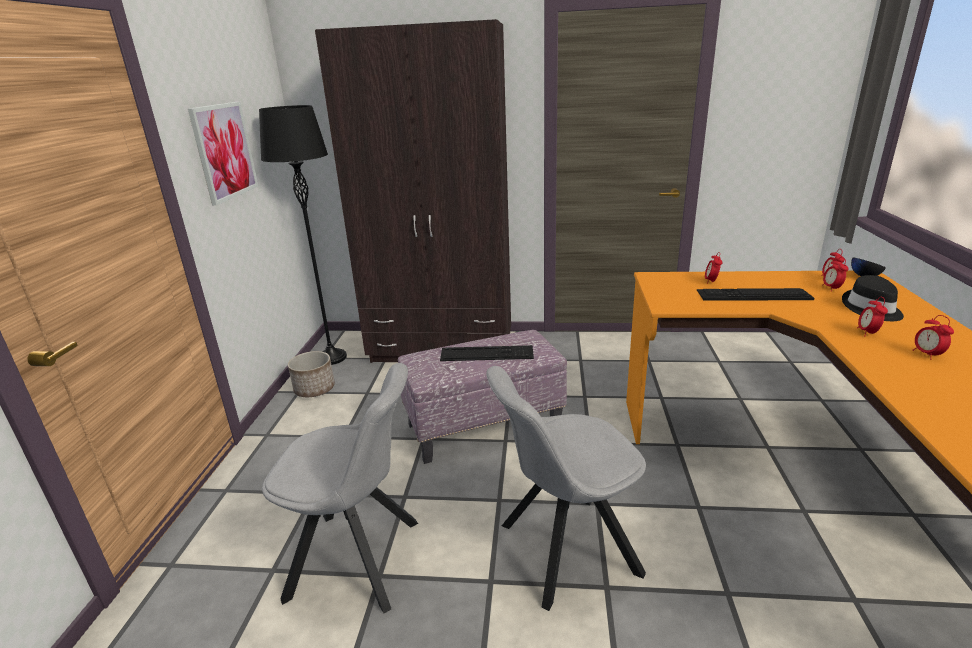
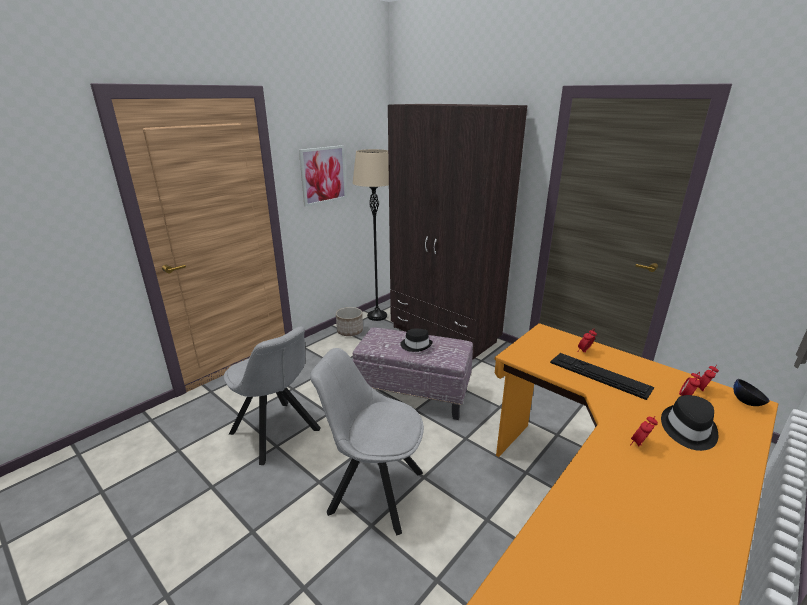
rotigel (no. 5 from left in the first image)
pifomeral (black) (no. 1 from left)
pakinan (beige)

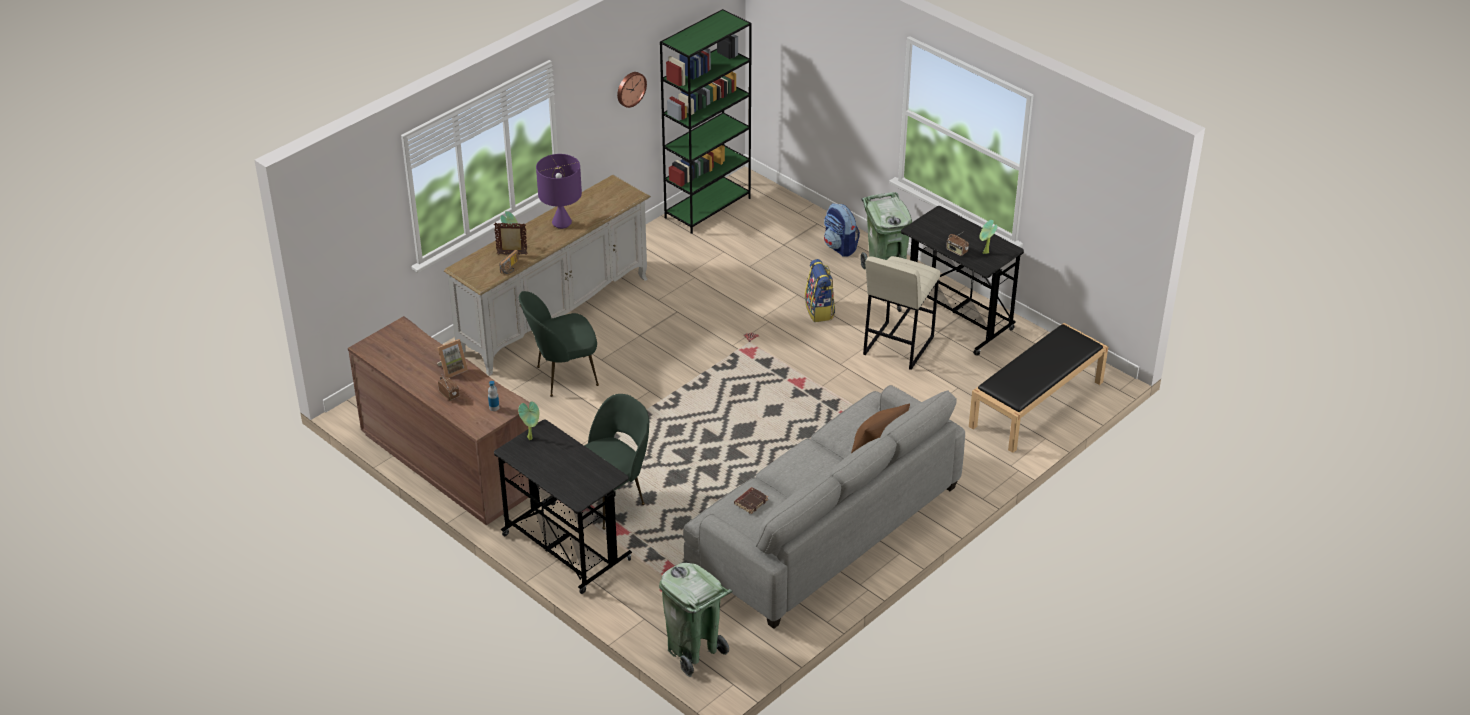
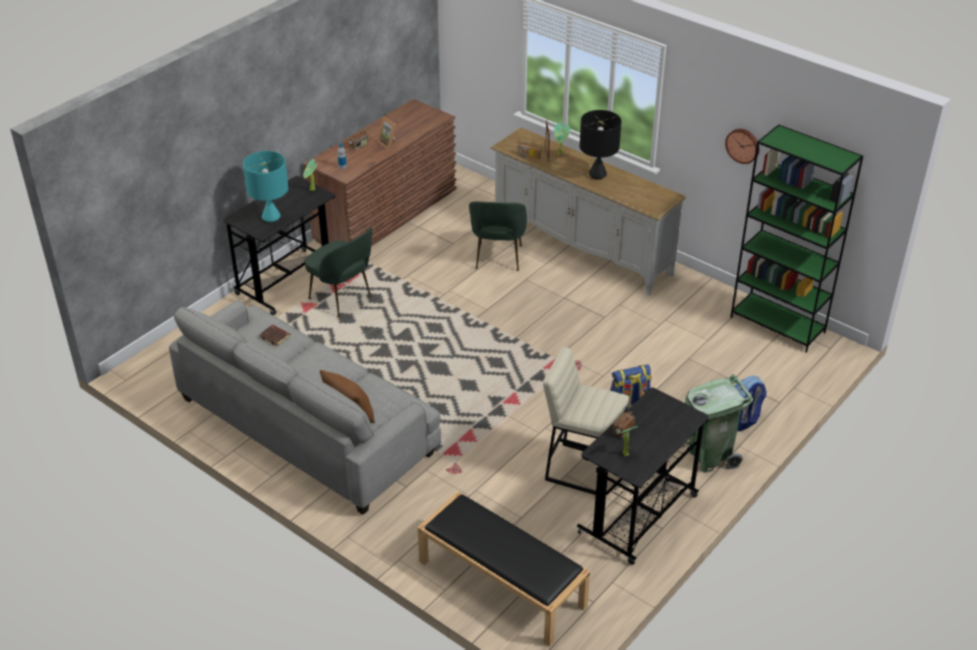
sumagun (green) (no. 1 from left in the first image)
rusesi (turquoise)
rusesi (black)
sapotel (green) (no. 2 from left)

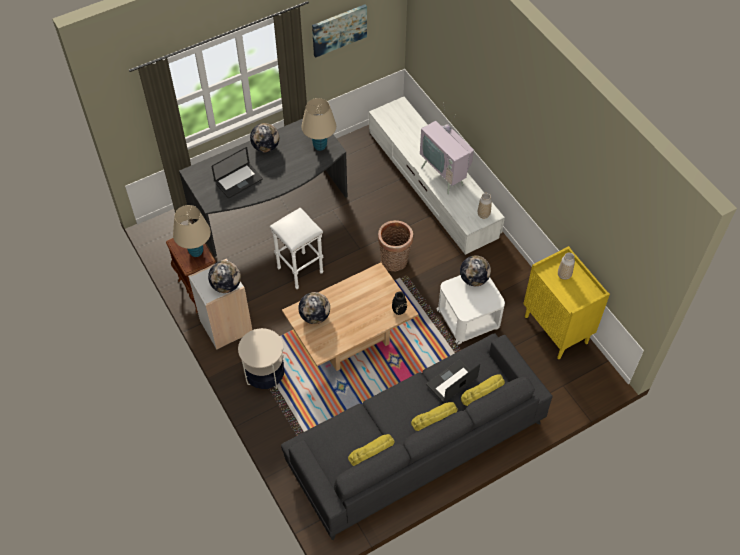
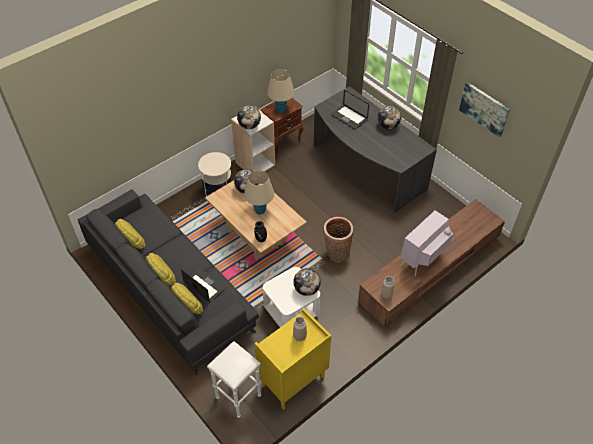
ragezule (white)
rusesi (beige) (no. 1 from left)
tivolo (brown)

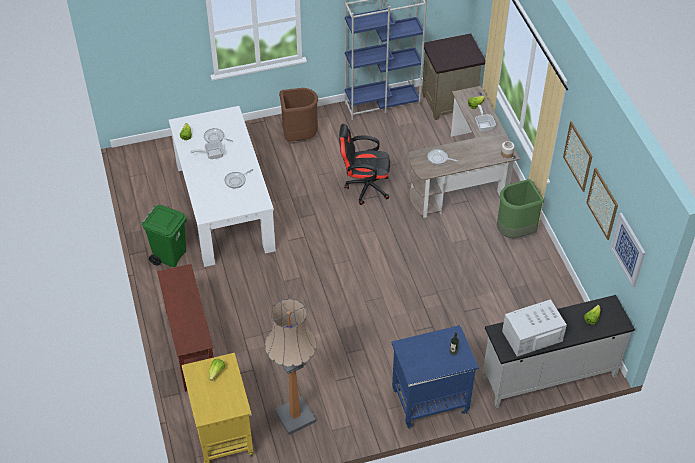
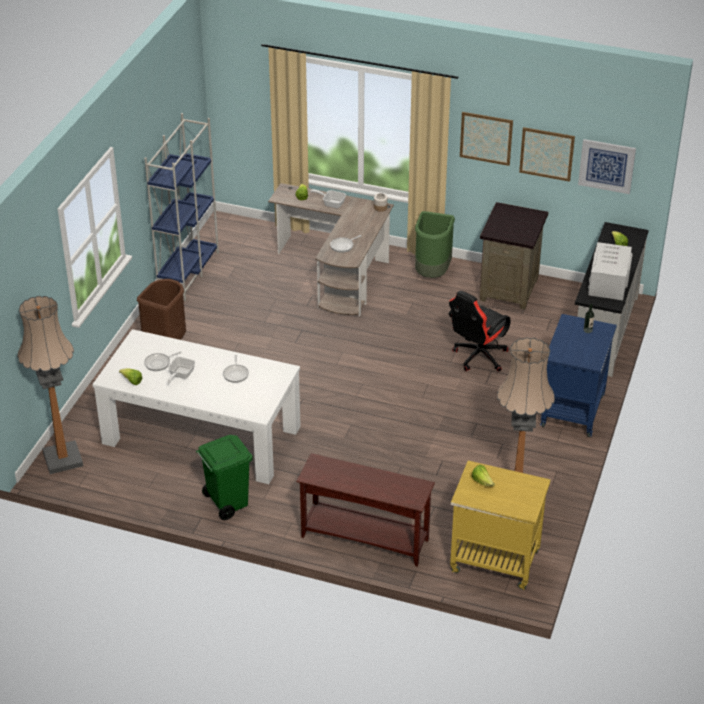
pakinan (no. 1 from left)
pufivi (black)
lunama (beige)

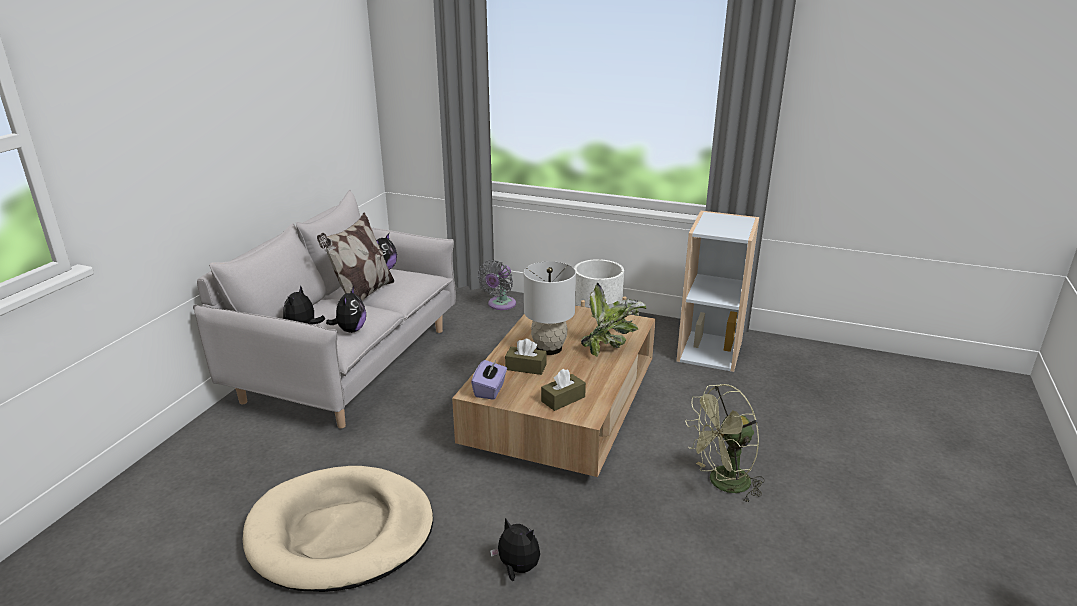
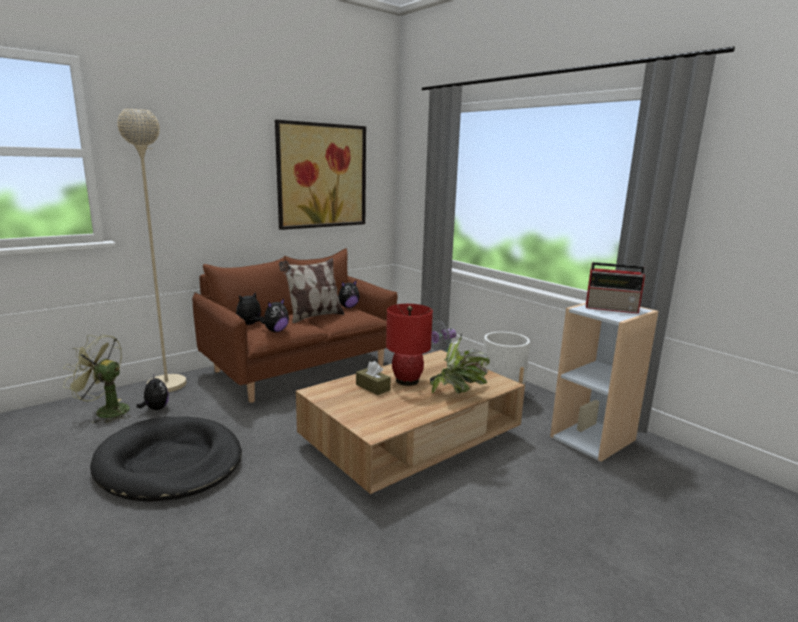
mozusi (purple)
mozusi (brown) (no. 2 from left in the first image)
pakinan (beige)
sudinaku
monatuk
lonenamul (no. 1 from left)
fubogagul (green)
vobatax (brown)
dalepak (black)
rusesi (red)

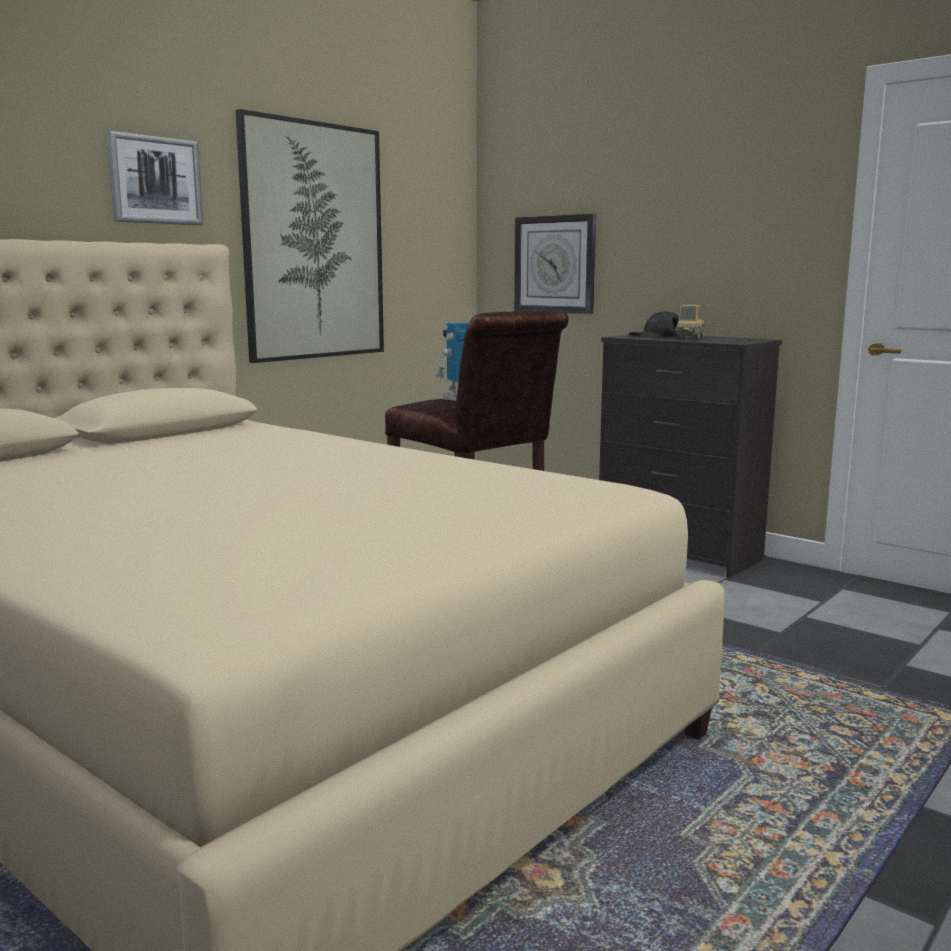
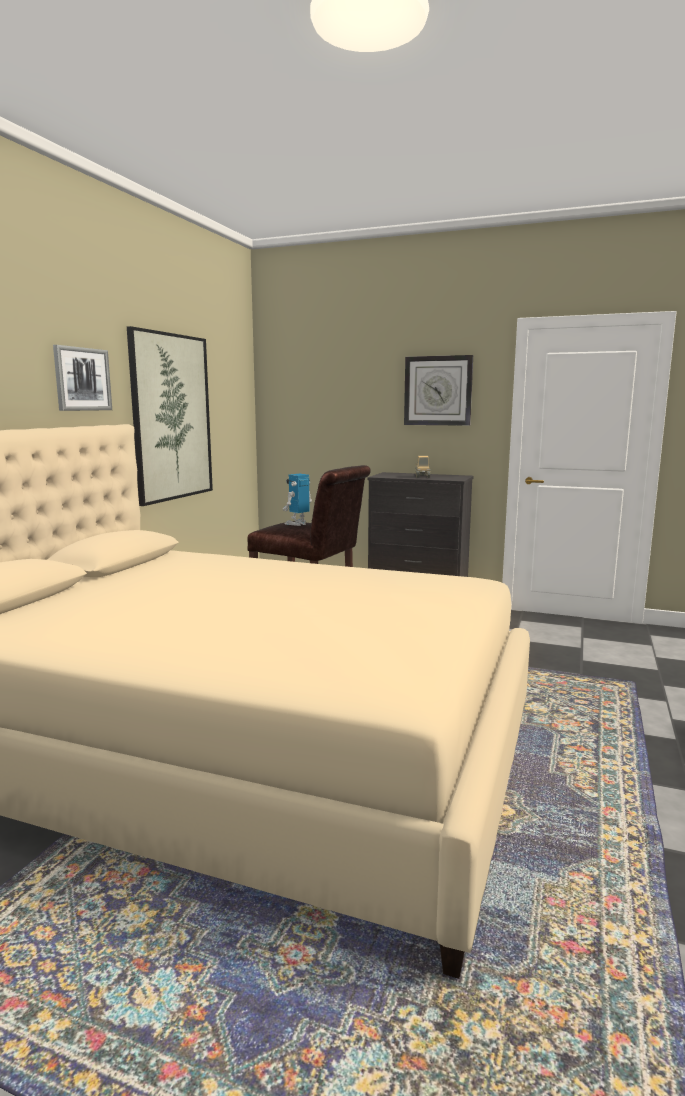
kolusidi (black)
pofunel

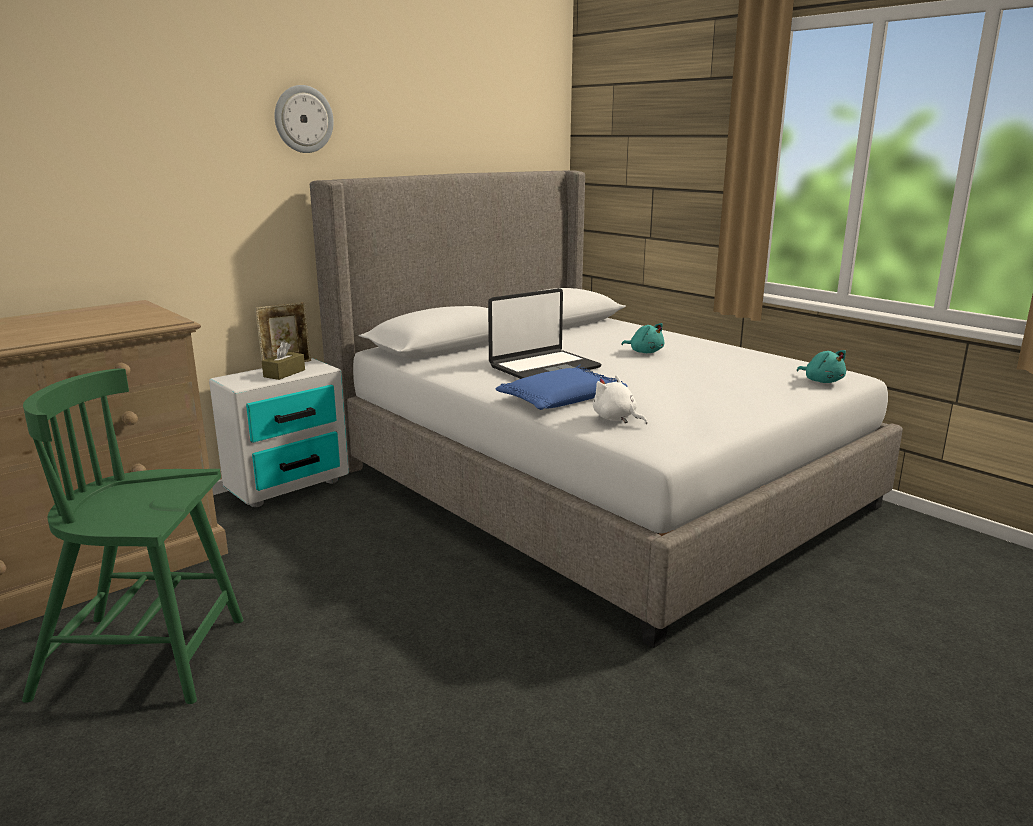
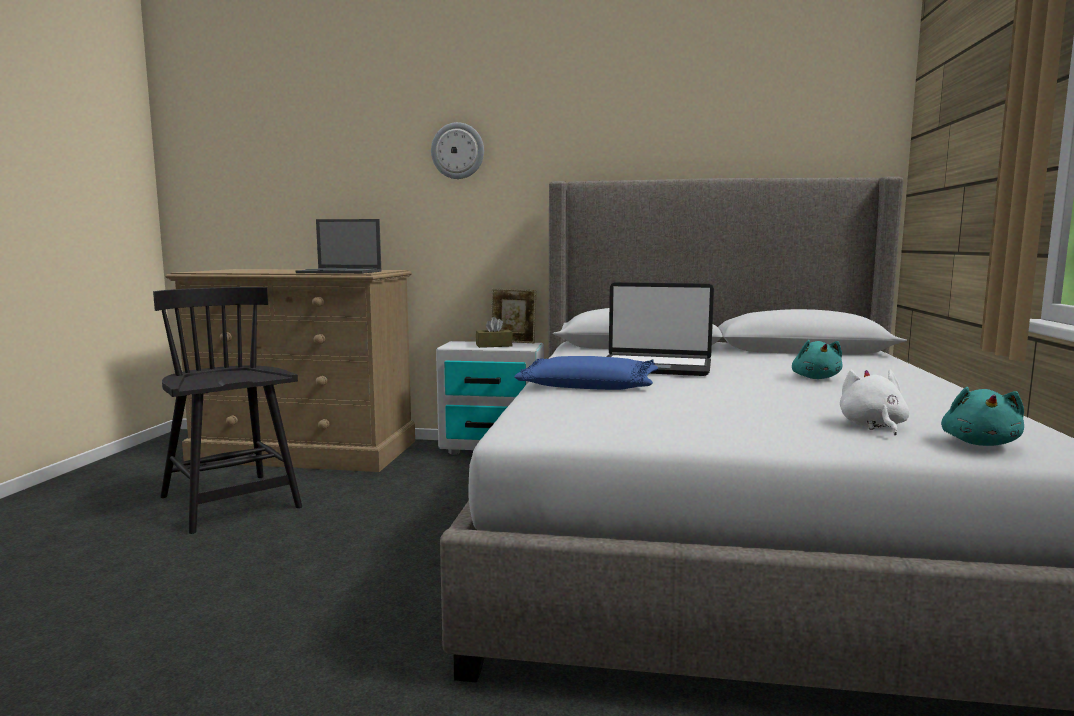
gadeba (no. 1 from left)
pofunel
lonenamul (white)
sapotel (black)

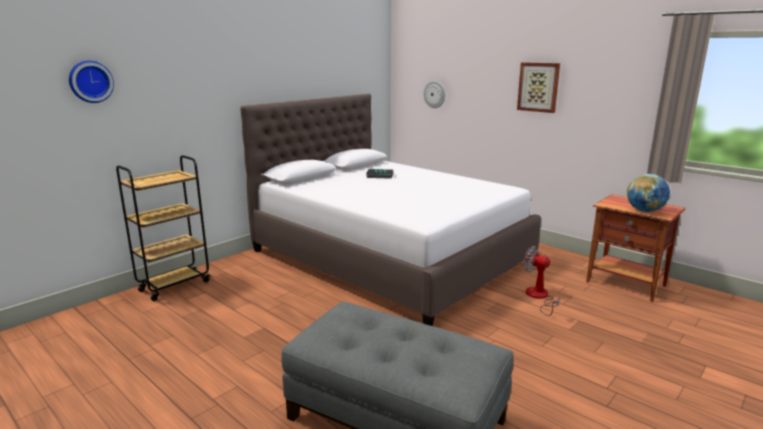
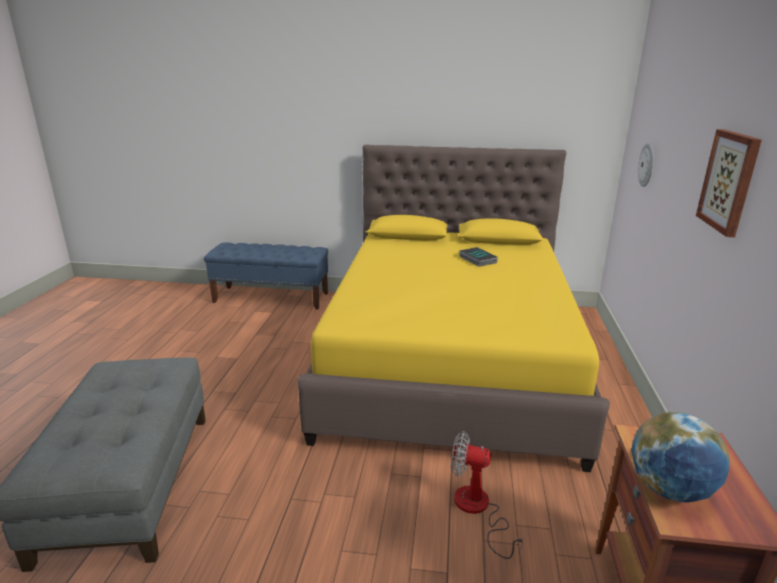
pofunel (no. 1 from left in the first image)
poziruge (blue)
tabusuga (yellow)
fubogagul

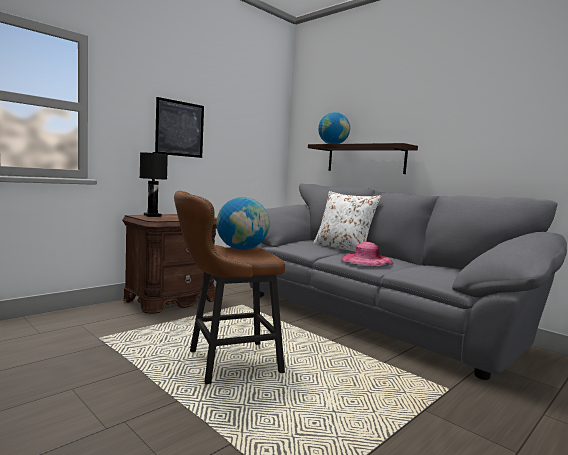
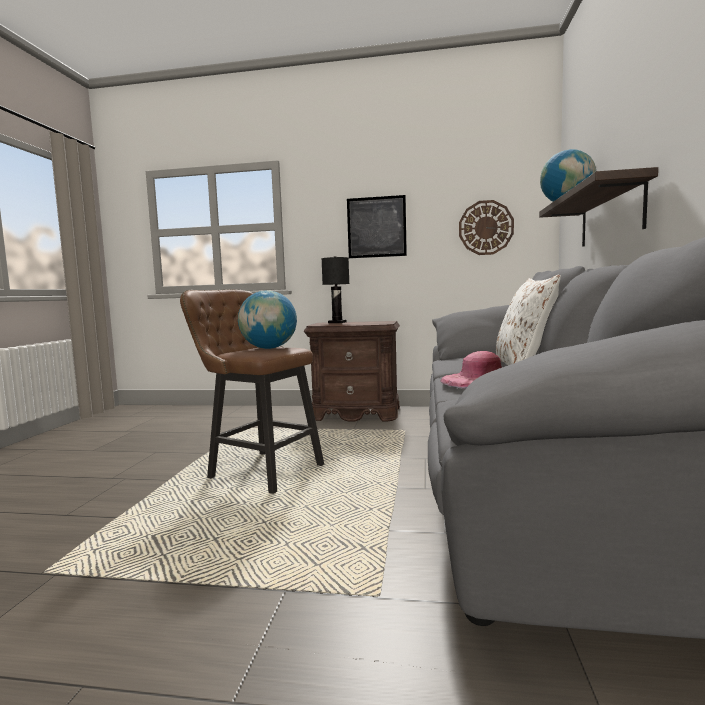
pofunel

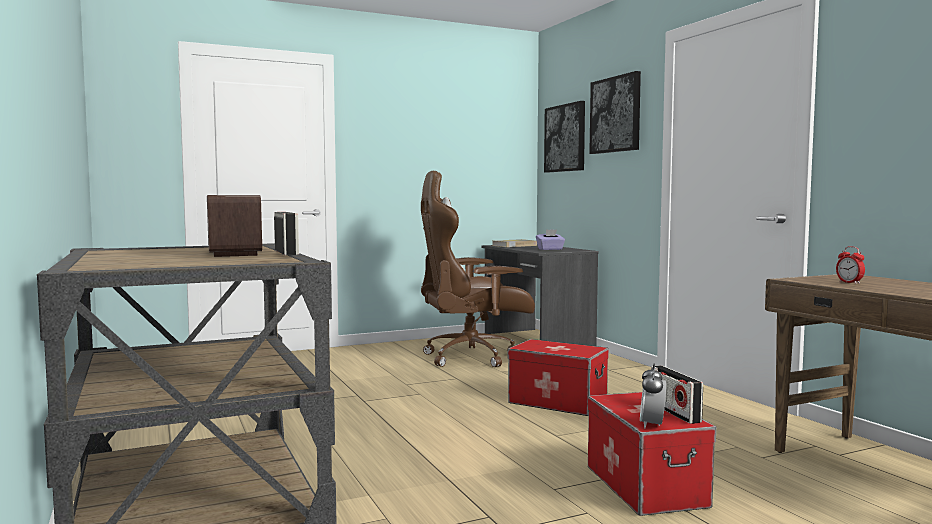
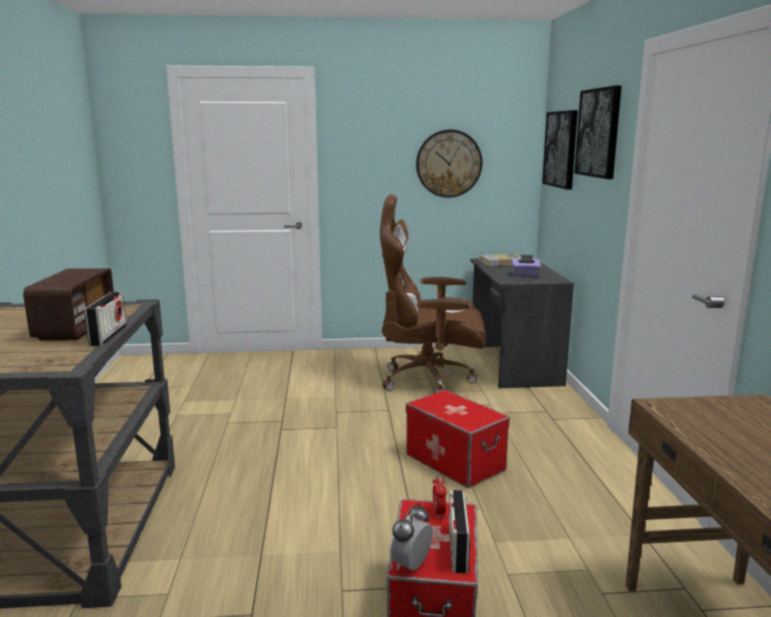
pofunel
rotigel (no. 2 from left)

